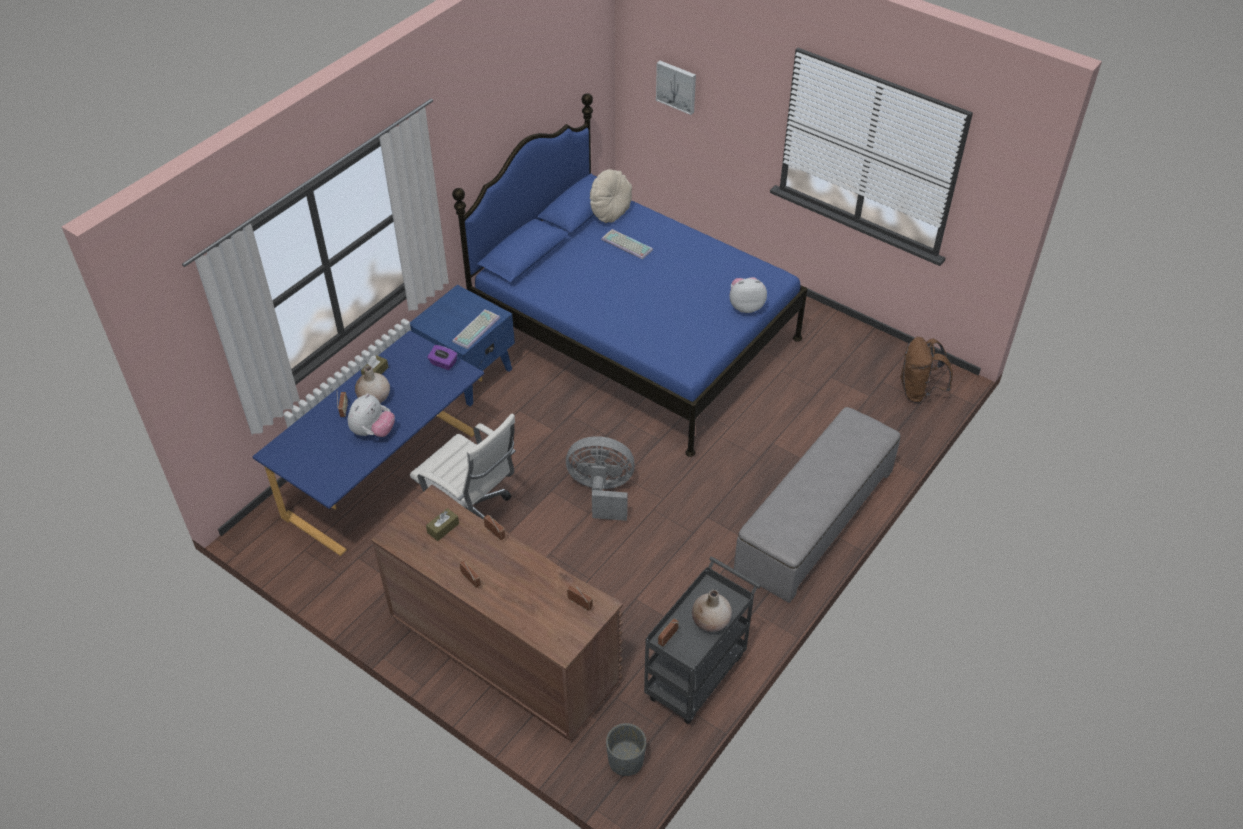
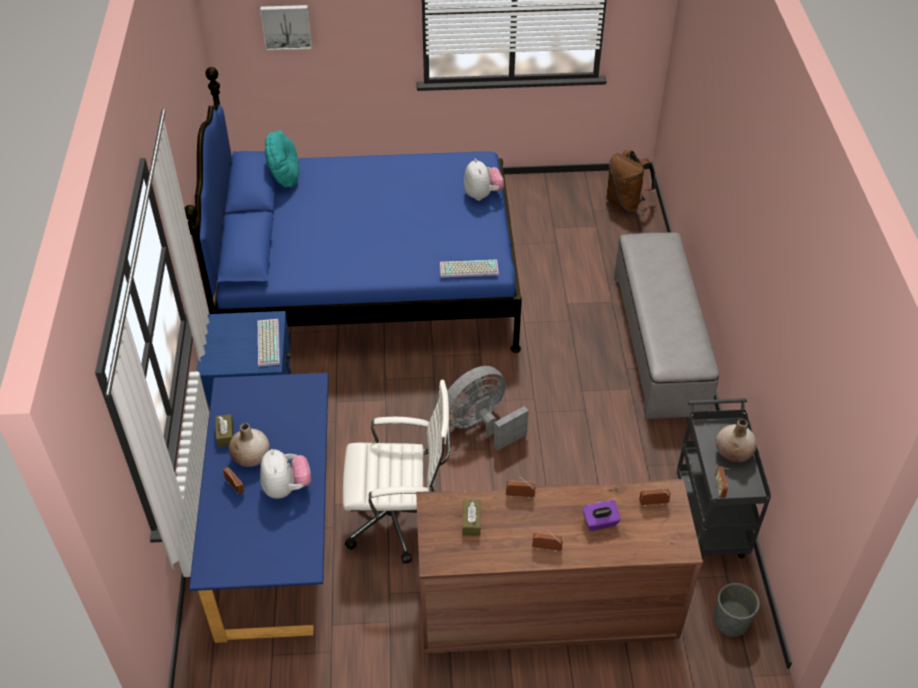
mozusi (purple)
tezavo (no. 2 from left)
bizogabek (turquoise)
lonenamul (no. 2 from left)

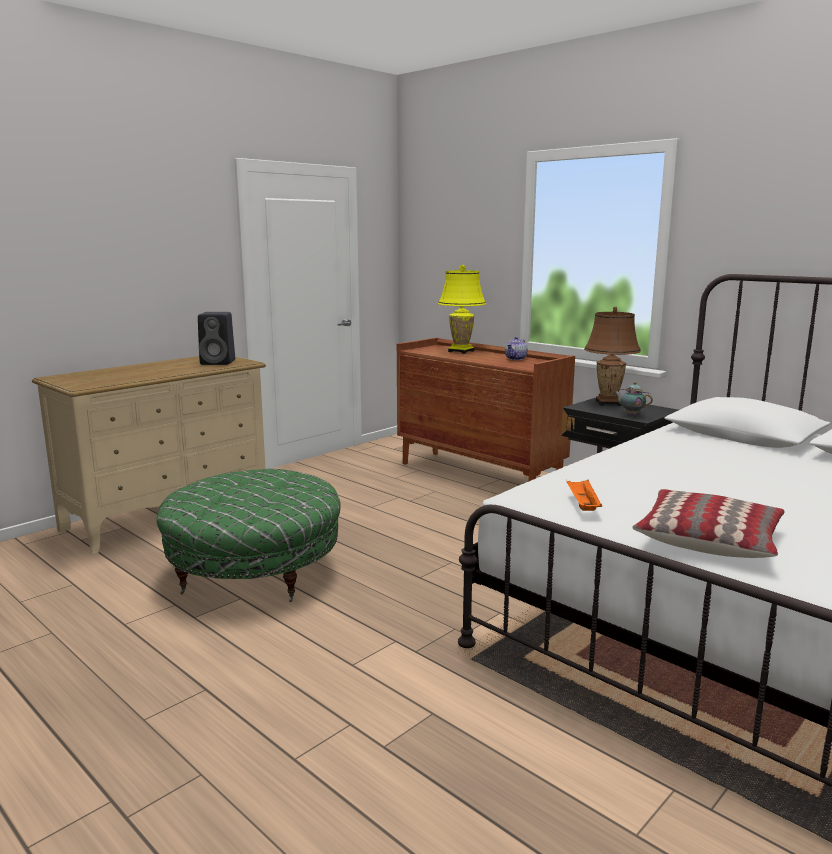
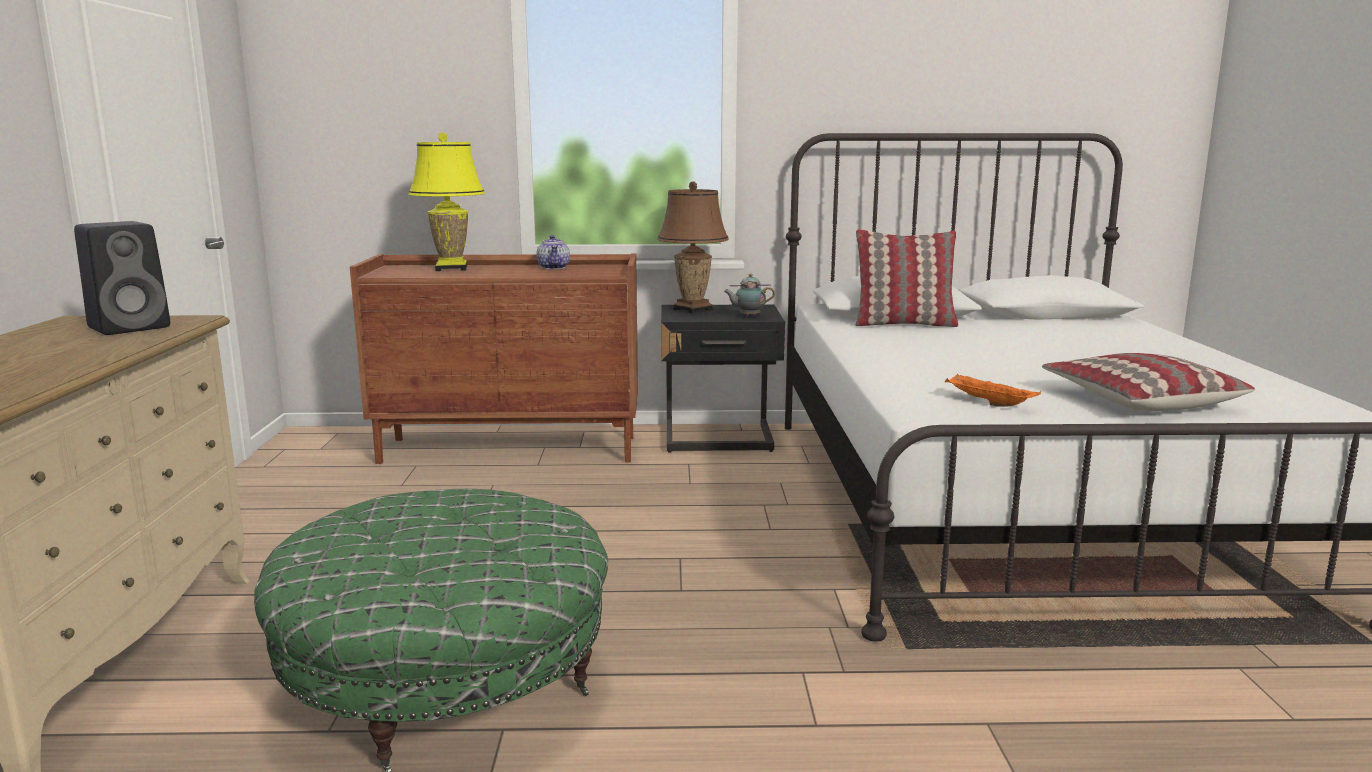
bizogabek (no. 1 from left)

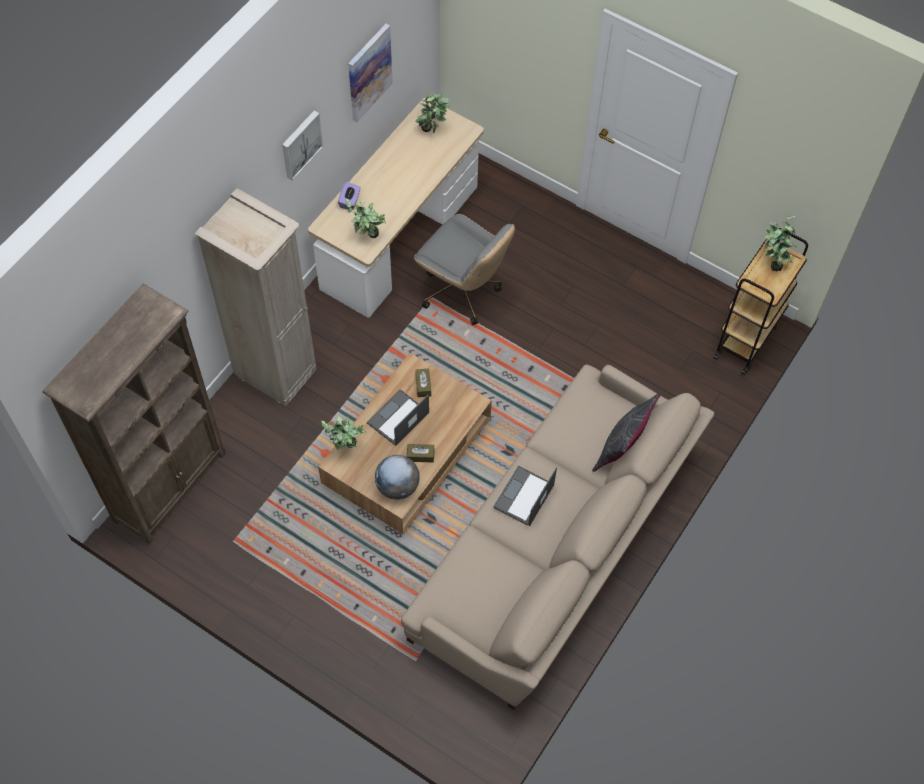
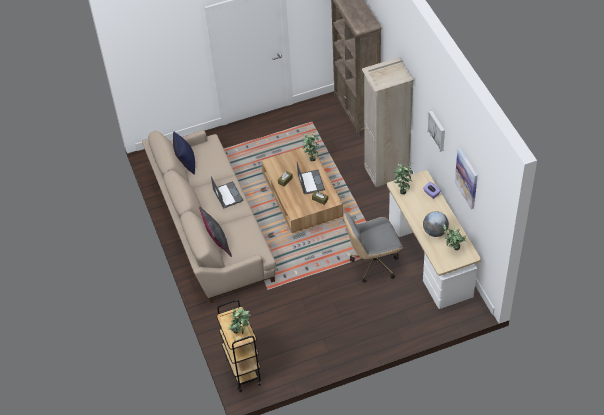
bizogabek (blue)
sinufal

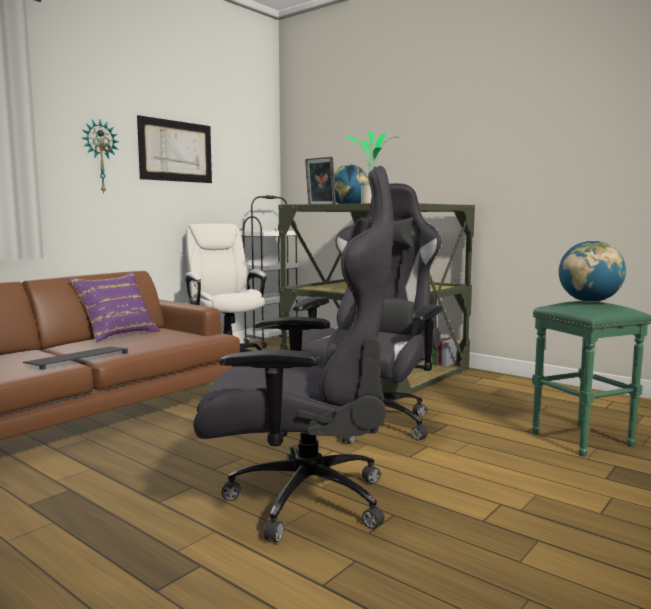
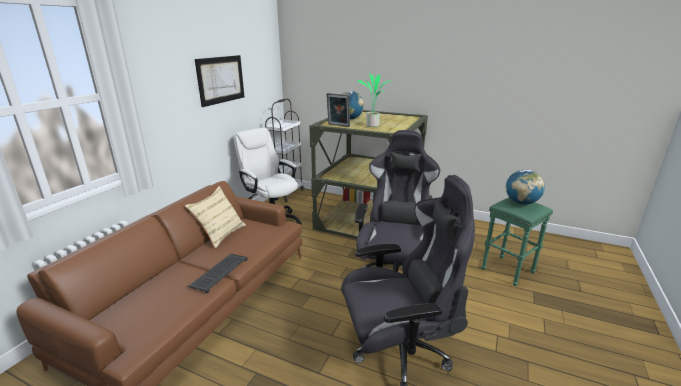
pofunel
bizogabek (beige)

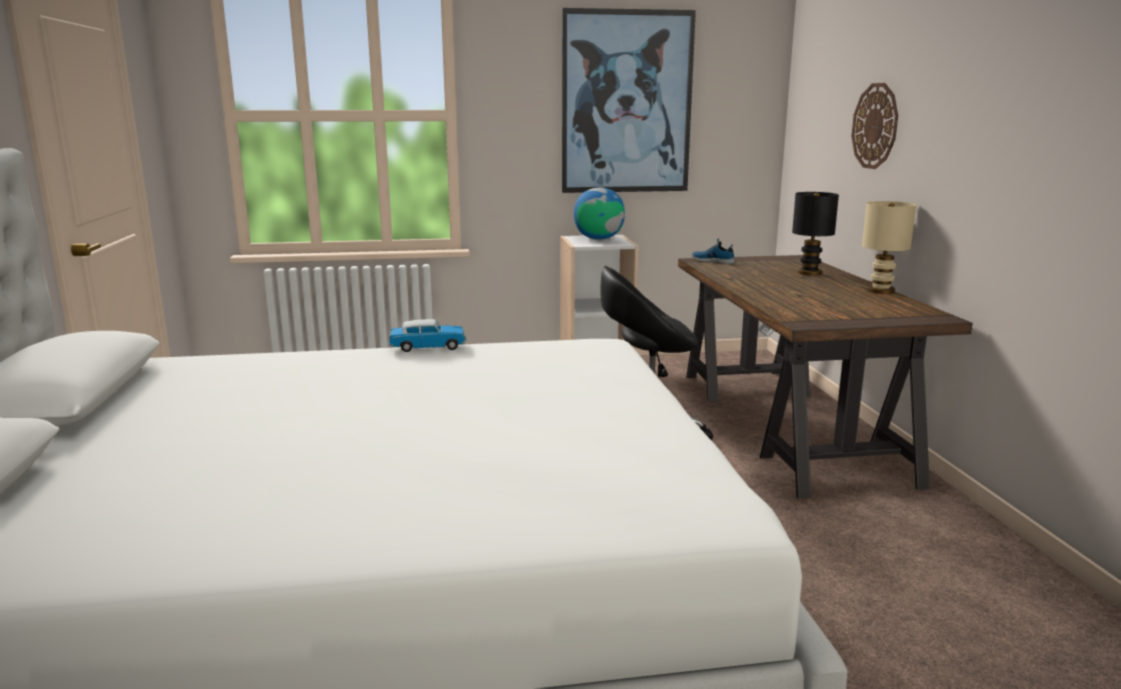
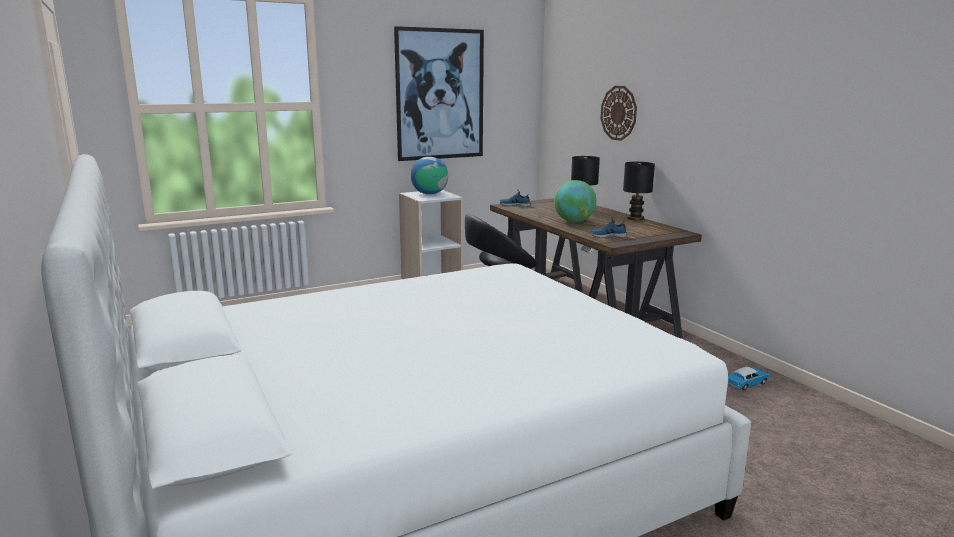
sinufal (no. 2 from left)
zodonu (no. 2 from left)
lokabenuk
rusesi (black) (no. 2 from left)

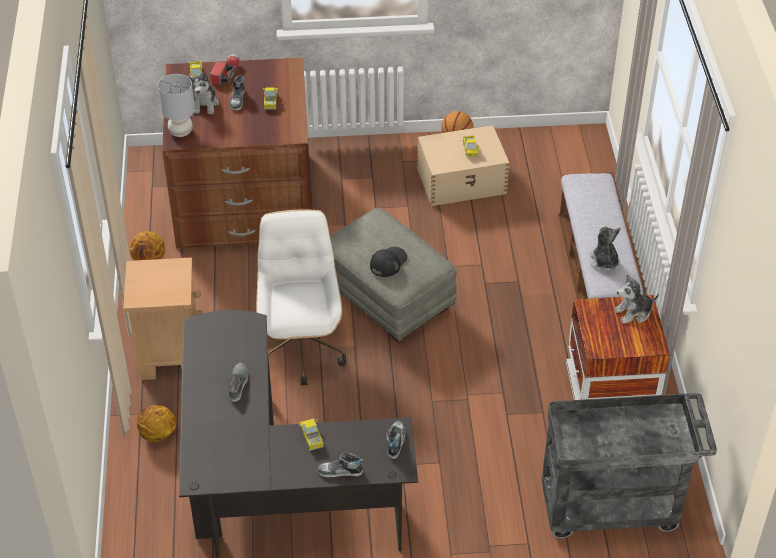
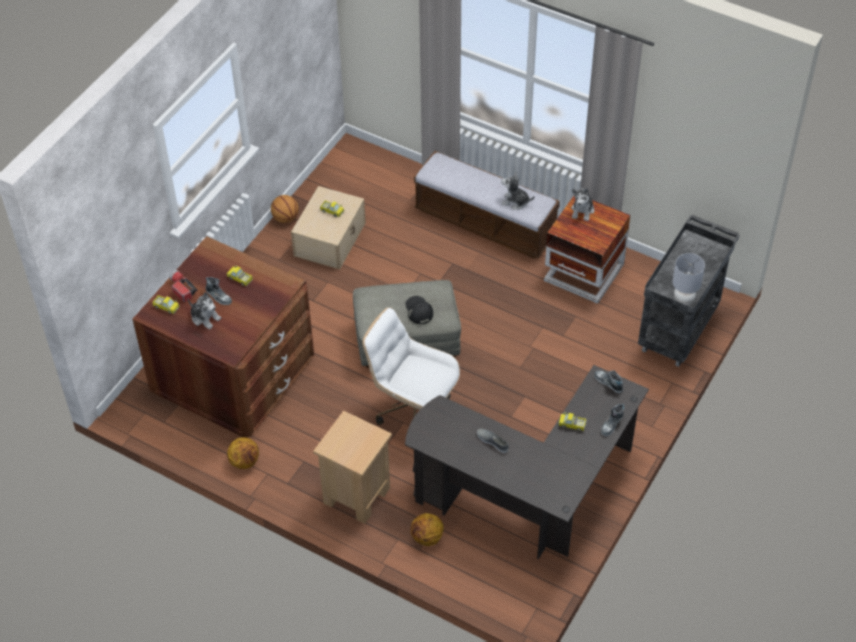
rusesi (grey)

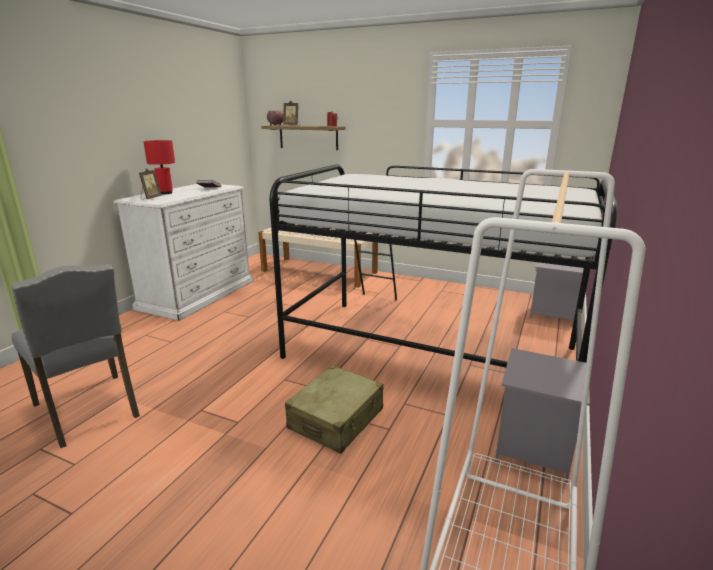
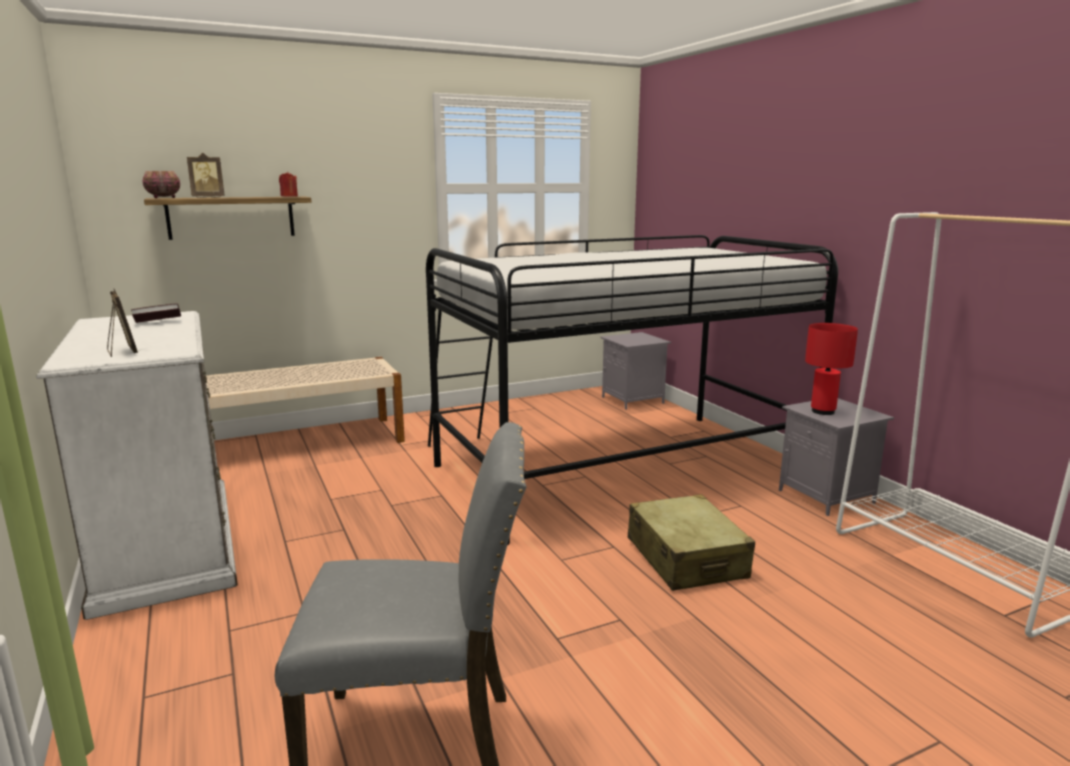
rusesi (red)

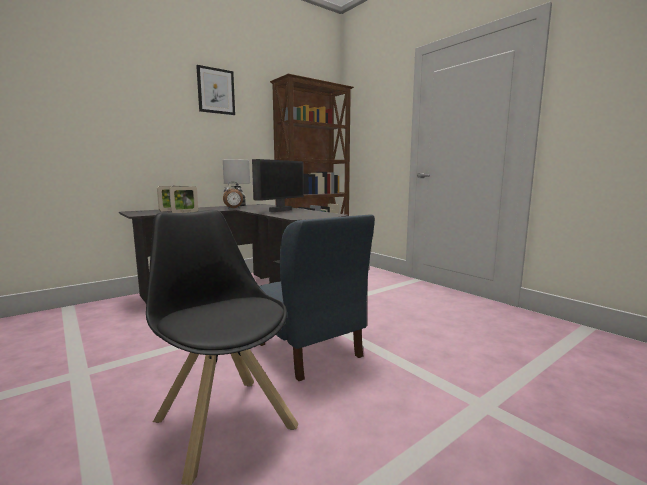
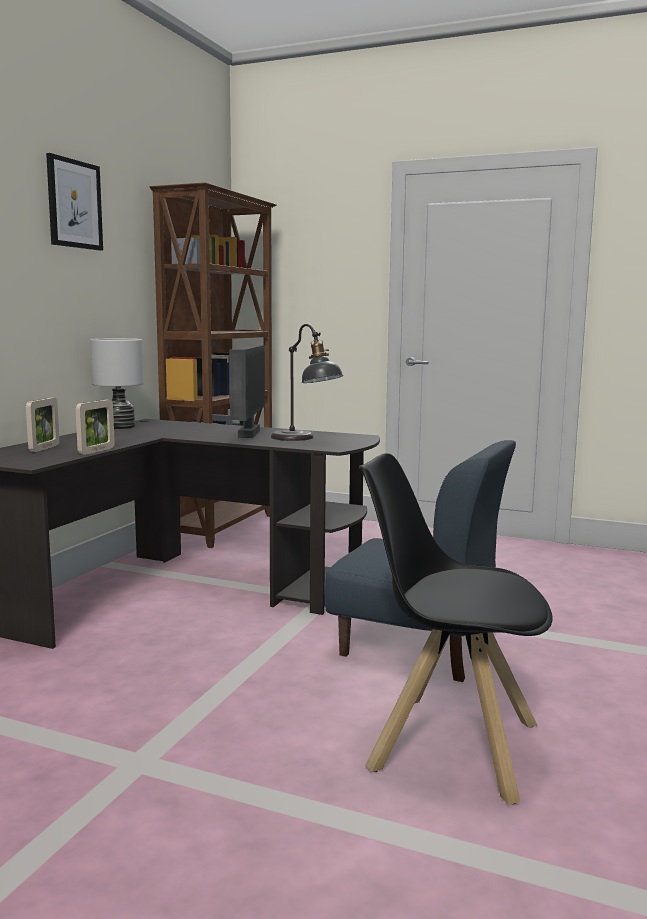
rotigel
rusesi (grey) (no. 2 from left)

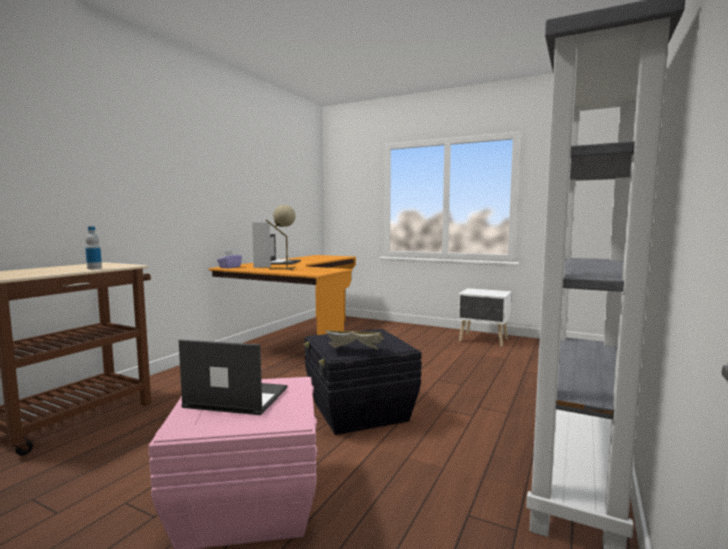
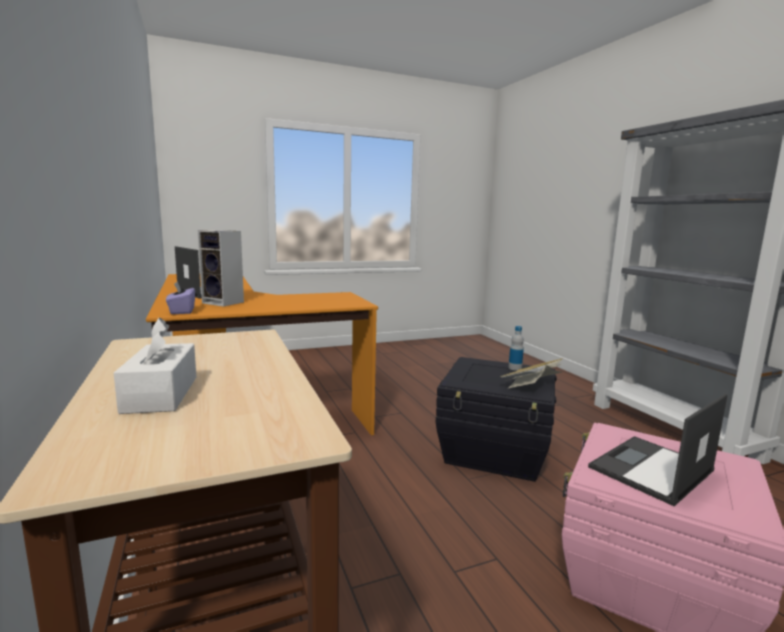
rusesi (beige)
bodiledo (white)
mozusi (white)
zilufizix

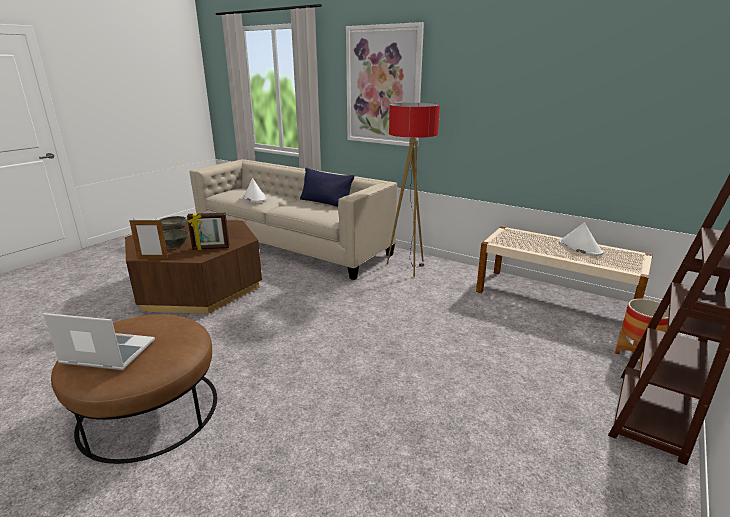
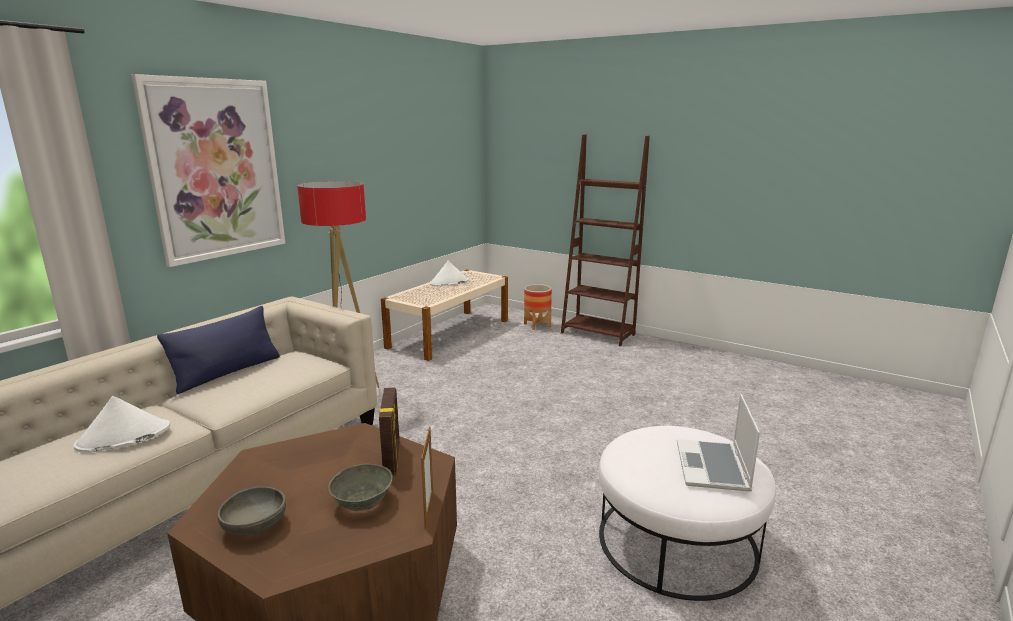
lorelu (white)

